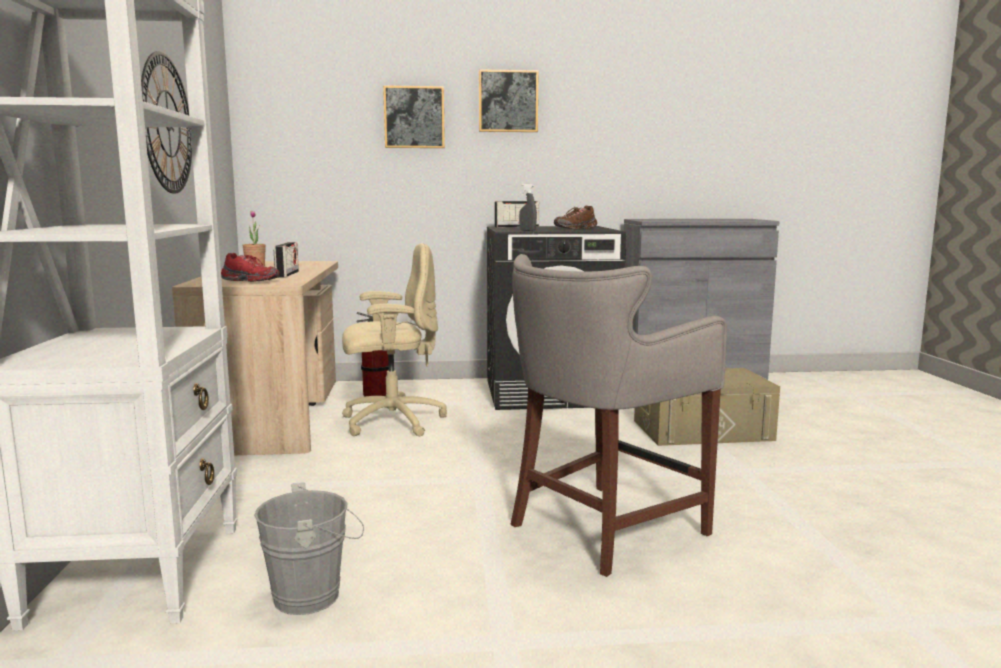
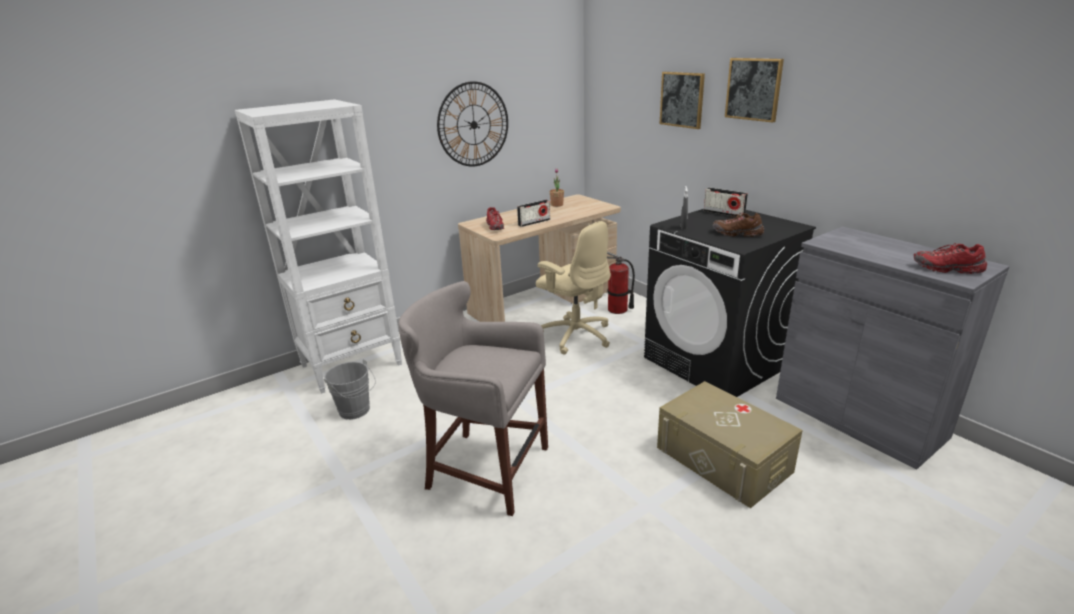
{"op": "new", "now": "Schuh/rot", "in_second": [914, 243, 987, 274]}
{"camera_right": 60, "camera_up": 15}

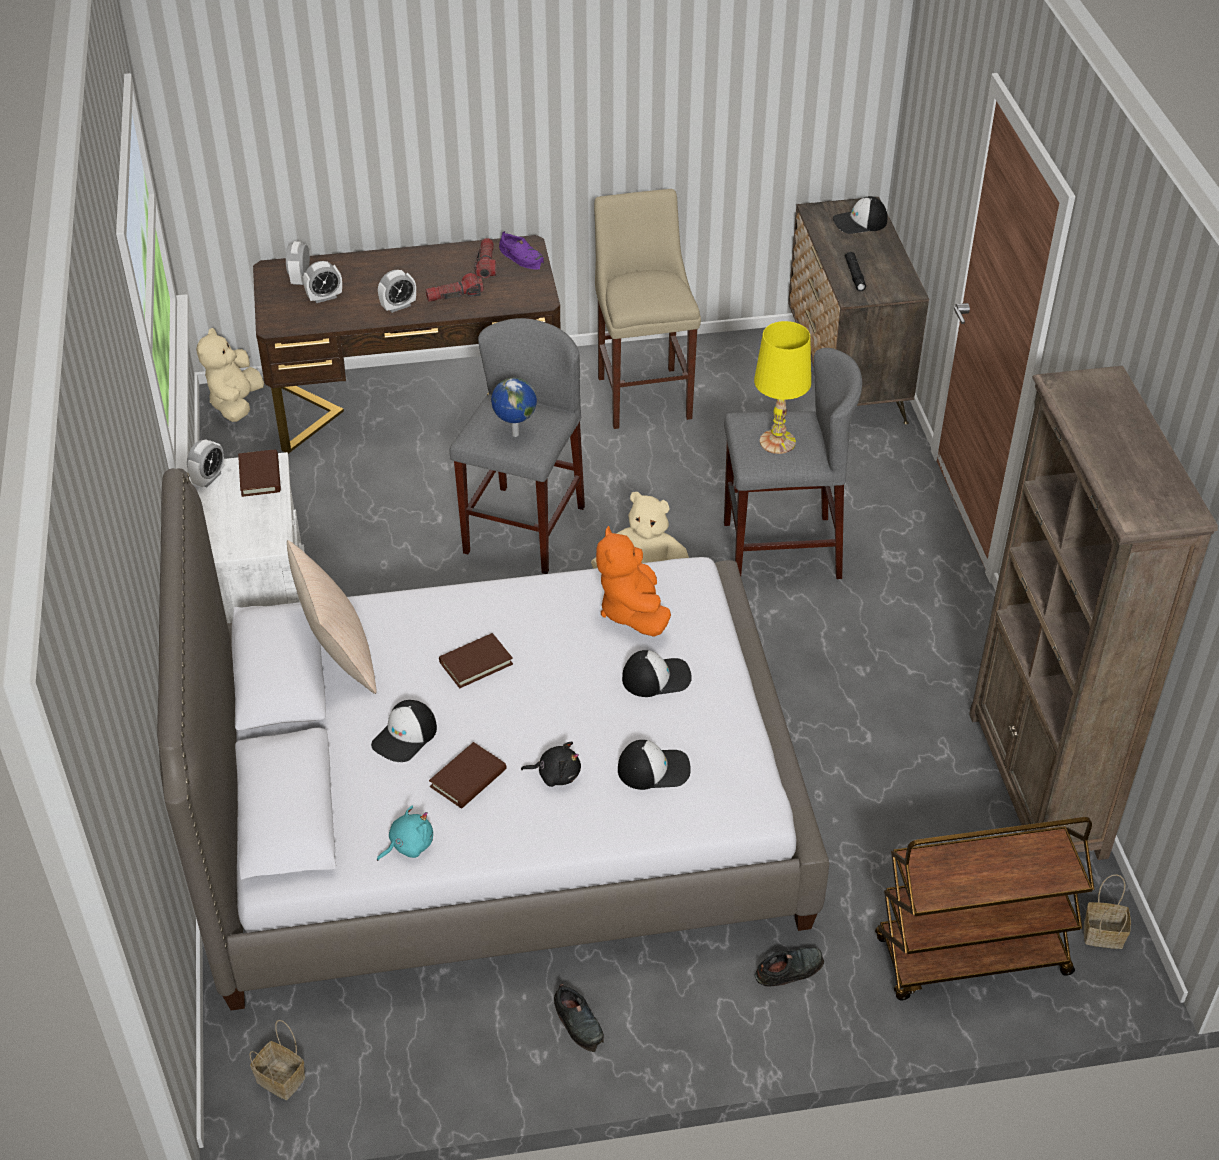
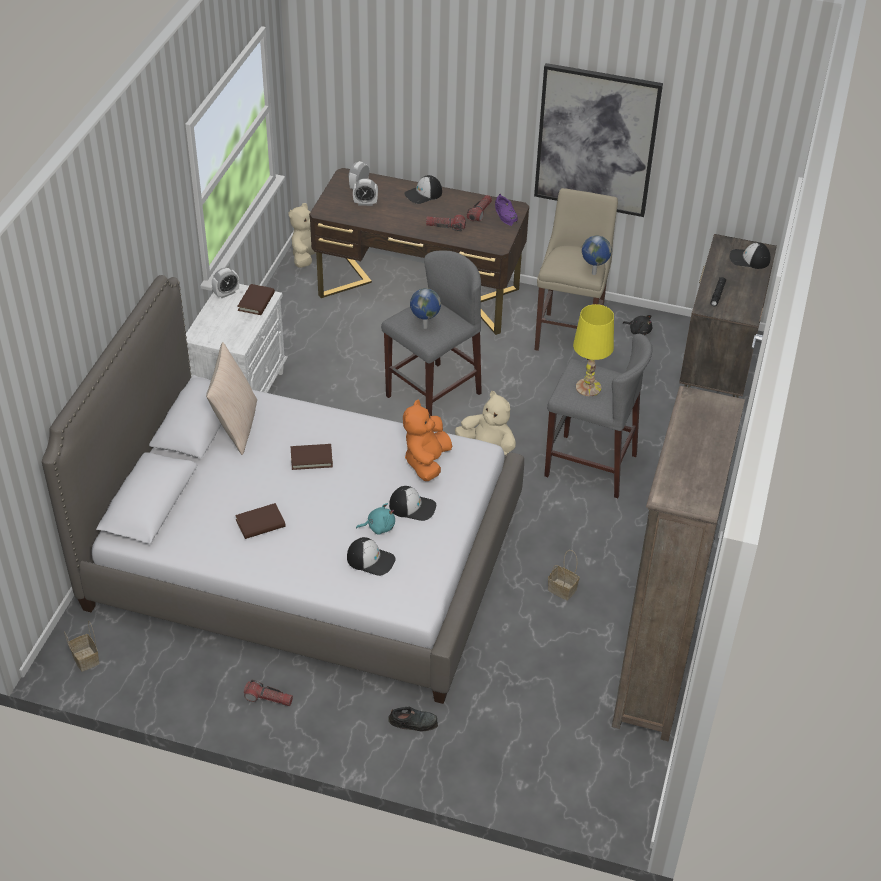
{"op": "gone", "was": "Wecker", "in_first": [378, 270, 416, 313]}
{"op": "shifted", "was": "Kappe", "in_first": [371, 700, 437, 762], "in_second": [404, 175, 442, 204]}
{"op": "shifted", "was": "Plüschtier/schwarz", "in_first": [521, 742, 581, 787], "in_second": [623, 315, 652, 335]}
{"op": "shifted", "was": "Plüschtier/türkis", "in_first": [377, 805, 433, 861], "in_second": [356, 503, 395, 535]}
{"op": "gone", "was": "Rollwagen/braun", "in_first": [875, 817, 1094, 1000]}
{"op": "shifted", "was": "Korb", "in_first": [1084, 874, 1131, 949], "in_second": [548, 550, 580, 600]}
{"op": "swapped", "was": "Schuh/schwarz", "now": "Taschenlampe", "in_first": [554, 984, 604, 1052], "in_second": [244, 679, 293, 706]}
{"op": "new", "now": "Bild", "in_second": [534, 63, 663, 217]}
{"op": "new", "now": "Globus", "in_second": [582, 235, 612, 275]}
{"camera_right": 25, "camera_up": 0}

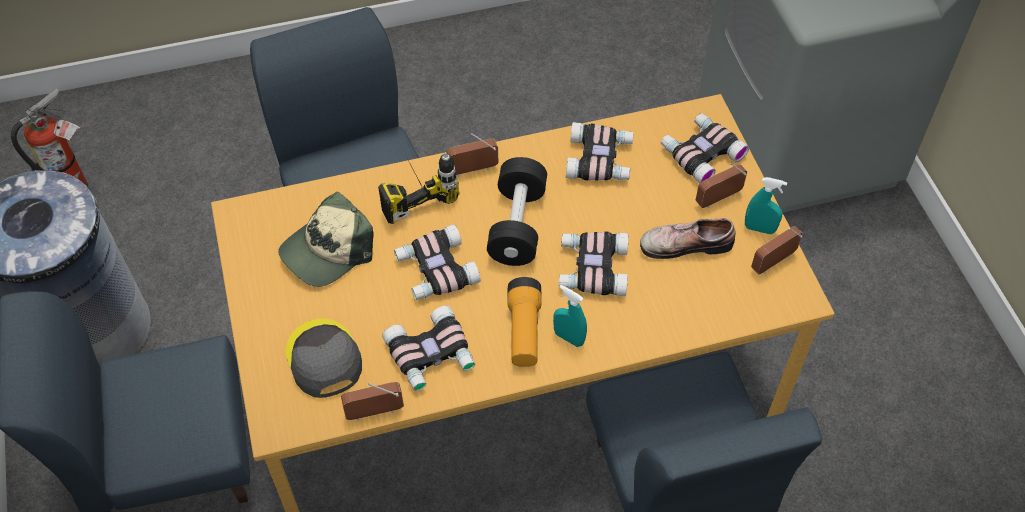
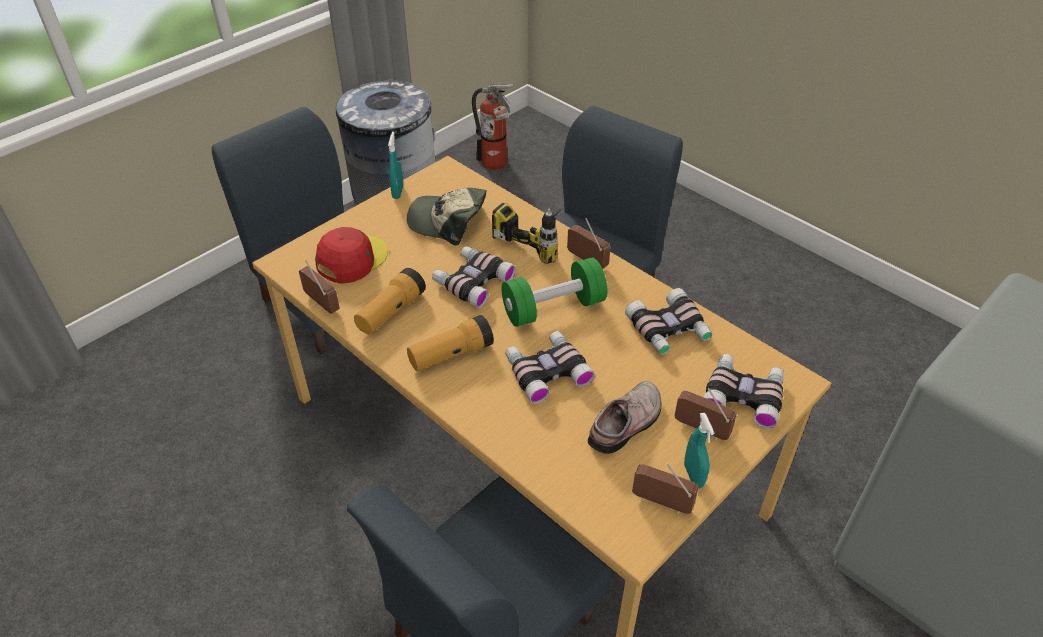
{"op": "repainted", "was": "Hantel/schwarz", "now": "Hantel/grün", "in_first": [487, 157, 547, 266], "in_second": [502, 258, 607, 327]}
{"op": "rotated", "was": "Schuh", "in_first": [640, 218, 736, 259], "in_second": [588, 381, 662, 454], "clockwise": 75}
{"op": "shifted", "was": "Sprühflasche/türkis", "in_first": [553, 285, 587, 347], "in_second": [388, 132, 403, 199]}
{"op": "swapped", "was": "Fernglas", "now": "Taschenlampe", "in_first": [382, 306, 475, 391], "in_second": [354, 268, 426, 335]}
{"op": "repainted", "was": "Kappe/grau", "now": "Kappe/rot", "in_first": [286, 319, 362, 398], "in_second": [315, 227, 388, 284]}
{"camera_right": 60, "camera_up": -10}

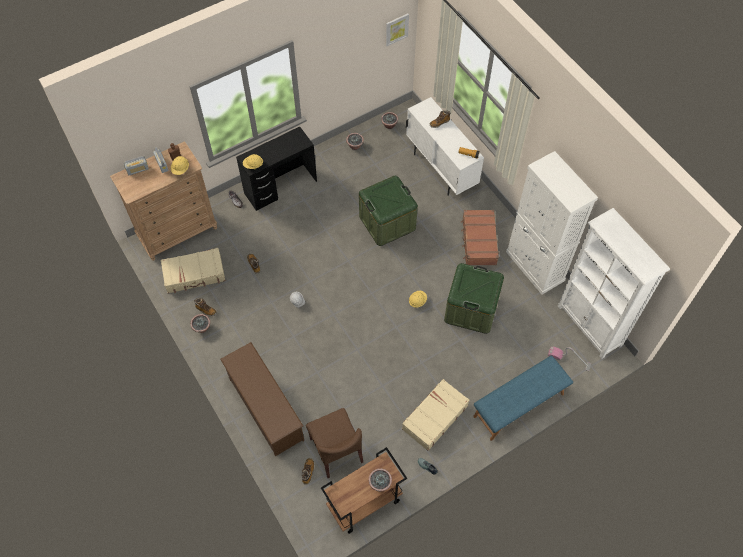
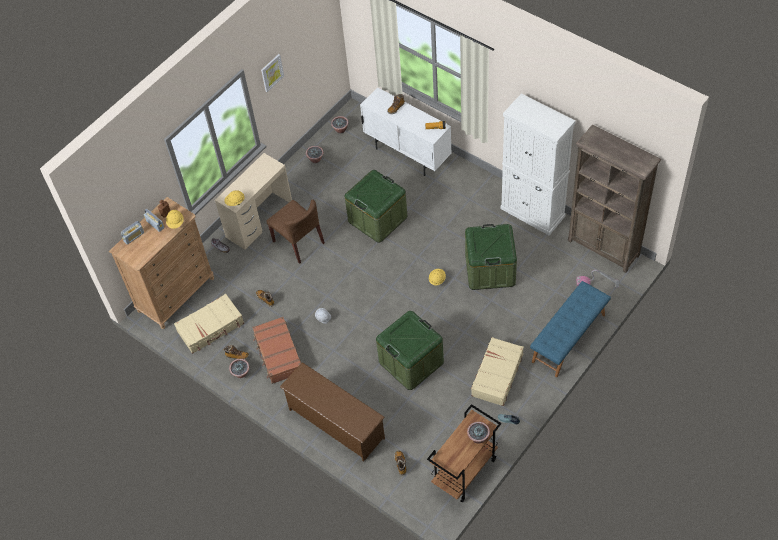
{"op": "shifted", "was": "Bild", "in_first": [386, 13, 409, 46], "in_second": [261, 54, 284, 92]}
{"op": "repainted", "was": "Schreibtisch/schwarz", "now": "Schreibtisch/beige", "in_first": [236, 127, 317, 211], "in_second": [215, 153, 292, 250]}
{"op": "repainted", "was": "Bücherregal/weiß", "now": "Bücherregal/braun", "in_first": [558, 208, 670, 359], "in_second": [568, 125, 661, 273]}
{"op": "shifted", "was": "Koffer/braun", "in_first": [461, 210, 499, 265], "in_second": [252, 317, 301, 384]}
{"op": "shifted", "was": "Stuhl/braun", "in_first": [306, 408, 363, 478], "in_second": [266, 199, 325, 264]}
{"op": "new", "now": "Aufbewahrungsbox/grün", "in_second": [376, 311, 444, 390]}
{"camera_right": -15, "camera_up": -5}

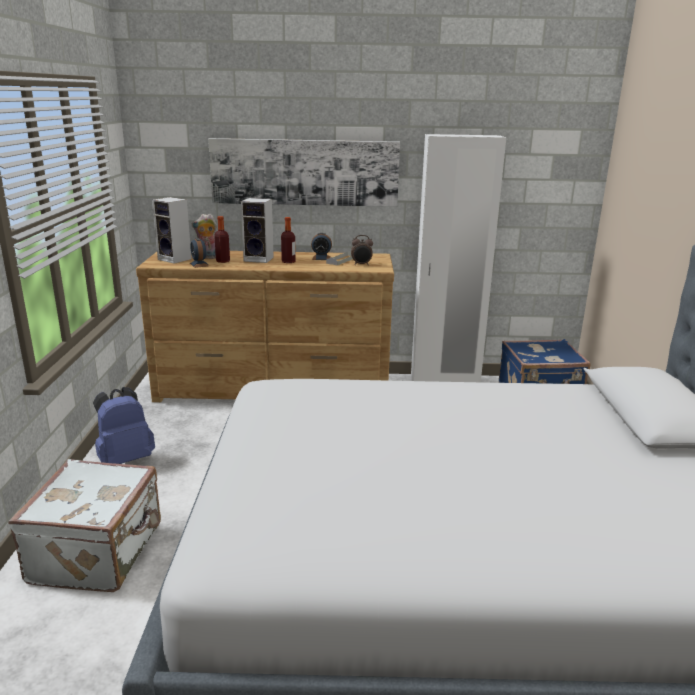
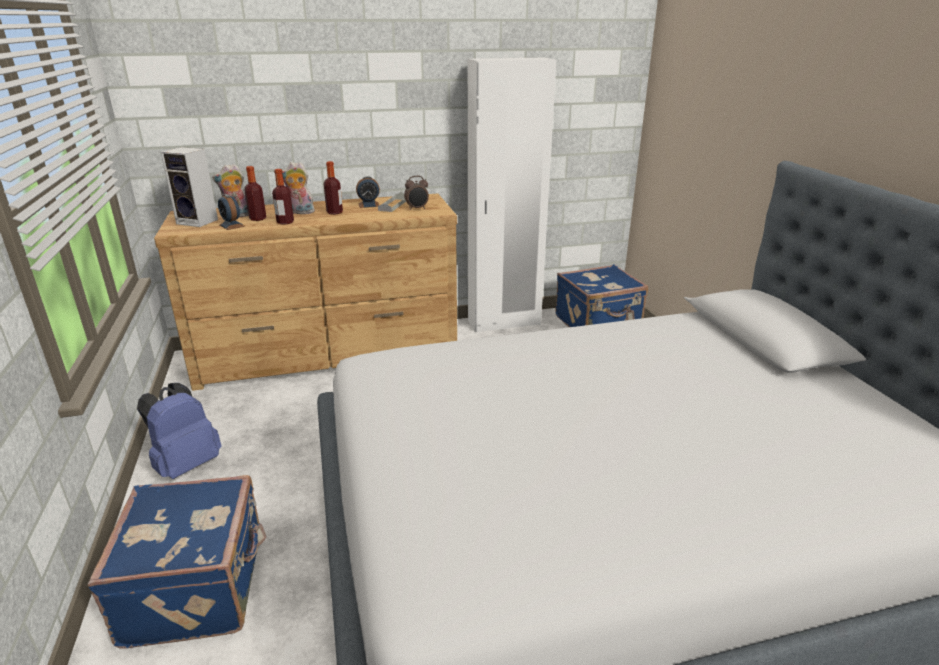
{"op": "gone", "was": "Bild", "in_first": [208, 138, 400, 207]}
{"op": "swapped", "was": "Lautsprecher", "now": "Plüschtier", "in_first": [241, 198, 274, 263], "in_second": [282, 162, 315, 214]}
{"op": "repainted", "was": "Koffer/weiß", "now": "Koffer/blau", "in_first": [8, 459, 161, 592], "in_second": [87, 475, 266, 649]}
{"op": "new", "now": "Flasche", "in_second": [272, 169, 294, 224]}
{"camera_right": -15, "camera_up": 5}

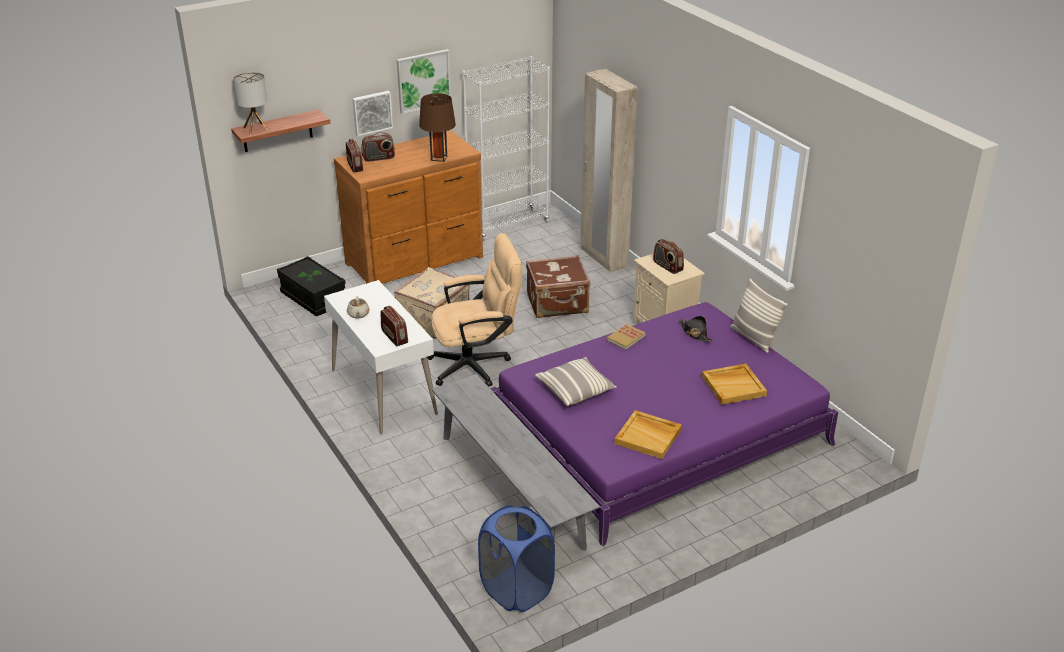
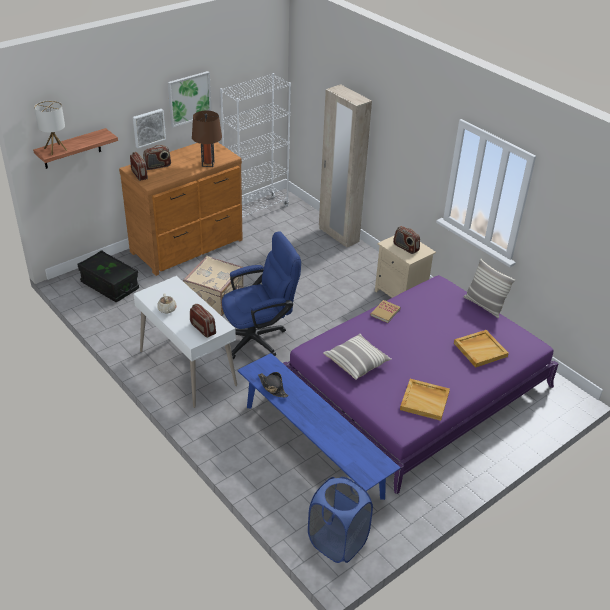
{"op": "repainted", "was": "Bürostuhl/beige", "now": "Bürostuhl/blau", "in_first": [428, 233, 522, 387], "in_second": [222, 232, 301, 359]}
{"op": "gone", "was": "Koffer/braun", "in_first": [526, 255, 590, 318]}
{"op": "shifted", "was": "Hut/schwarz", "in_first": [679, 316, 713, 341], "in_second": [258, 372, 289, 397]}
{"op": "repainted", "was": "Bank/grau", "now": "Bank/blau", "in_first": [432, 374, 600, 551], "in_second": [238, 353, 400, 500]}
{"camera_right": -10, "camera_up": 5}

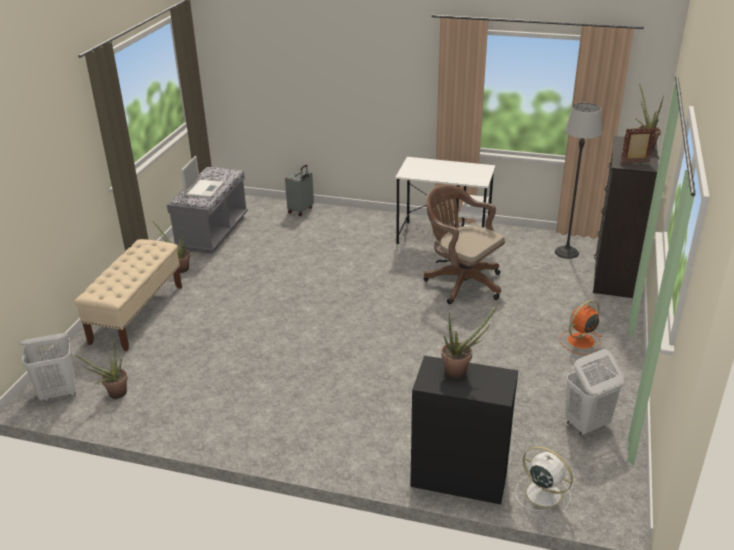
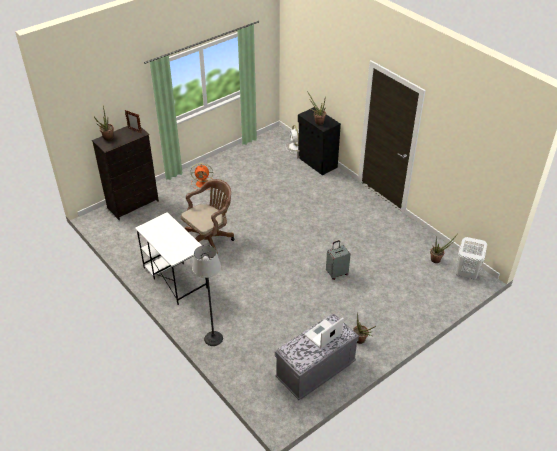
{"op": "shifted", "was": "Stehlampe", "in_first": [555, 103, 602, 259], "in_second": [192, 245, 223, 346]}
{"op": "shifted", "was": "Koffer/grau", "in_first": [285, 165, 314, 216], "in_second": [326, 240, 350, 280]}
{"op": "rotated", "was": "Bürostuhl/braun", "in_first": [424, 185, 505, 304], "in_second": [181, 179, 235, 254], "clockwise": -120}
{"op": "gone", "was": "Bank/beige", "in_first": [74, 239, 182, 351]}
{"op": "gone", "was": "Wäschekorb/weiß", "in_first": [566, 349, 624, 436]}
{"camera_right": -145, "camera_up": 10}

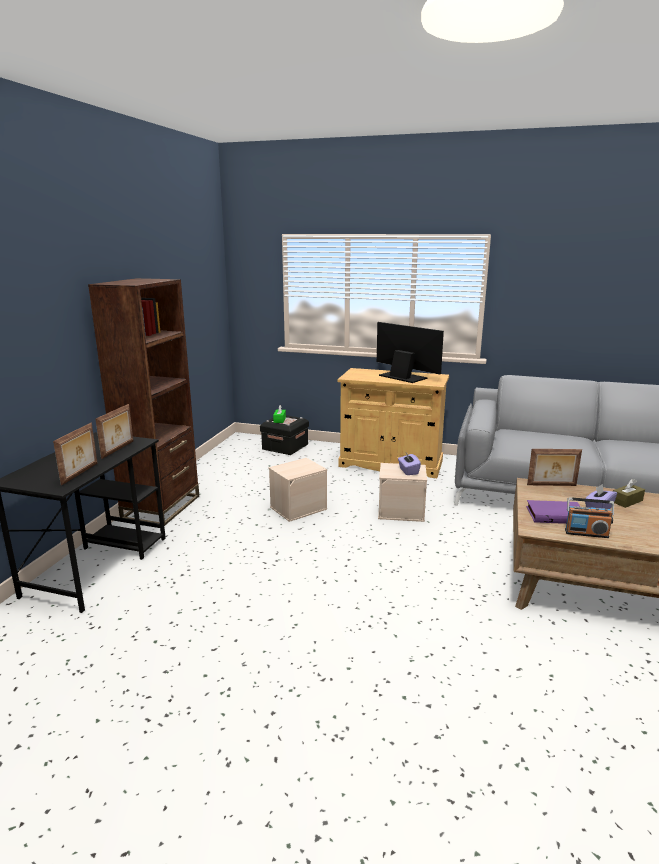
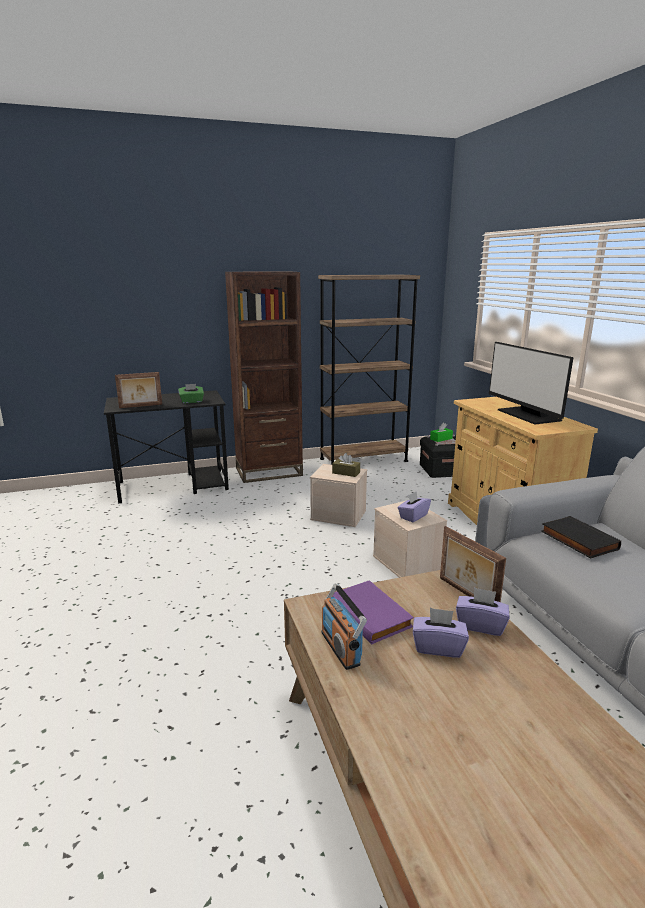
{"op": "rotated", "was": "Monitor", "in_first": [377, 322, 444, 383], "in_second": [489, 342, 574, 424], "clockwise": 150}
{"op": "swapped", "was": "Bilderrahmen", "now": "Taschentuchbox/grün", "in_first": [96, 404, 133, 459], "in_second": [178, 384, 204, 403]}
{"op": "shifted", "was": "Taschentuchbox/braun", "in_first": [613, 479, 645, 508], "in_second": [332, 453, 360, 477]}
{"op": "new", "now": "Bücherregal/braun", "in_second": [318, 275, 420, 465]}
{"op": "new", "now": "Buch/schwarz", "in_second": [541, 516, 621, 559]}
{"op": "new", "now": "Taschentuchbox/lila", "in_second": [456, 587, 510, 636]}
{"camera_right": 55, "camera_up": 0}

